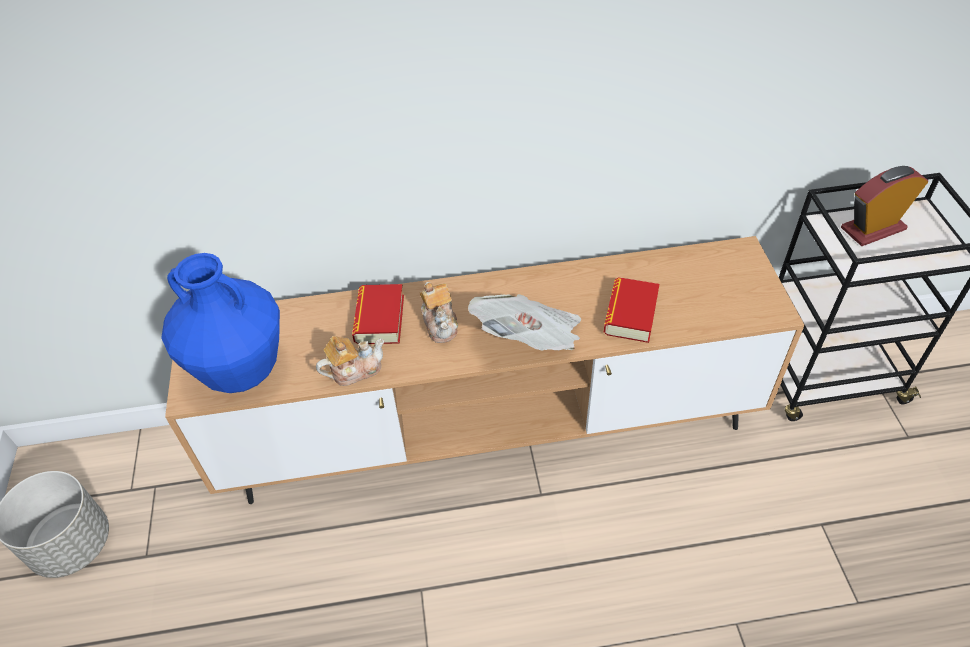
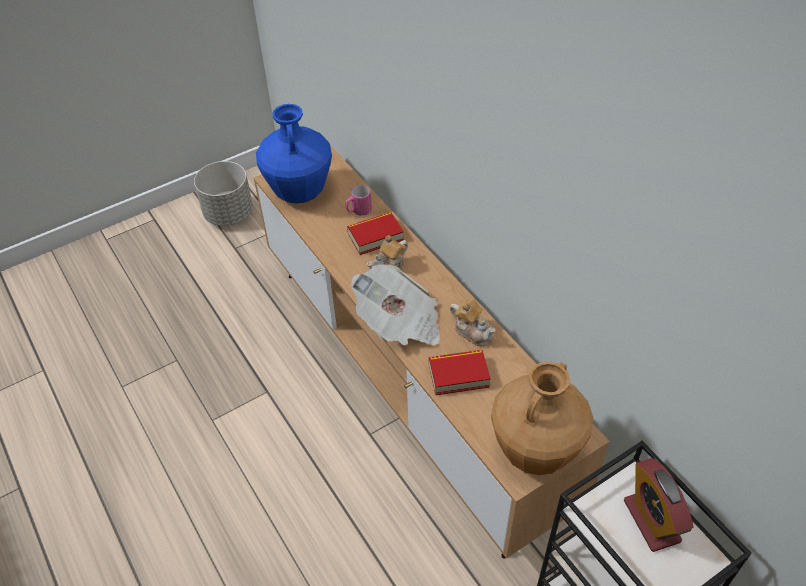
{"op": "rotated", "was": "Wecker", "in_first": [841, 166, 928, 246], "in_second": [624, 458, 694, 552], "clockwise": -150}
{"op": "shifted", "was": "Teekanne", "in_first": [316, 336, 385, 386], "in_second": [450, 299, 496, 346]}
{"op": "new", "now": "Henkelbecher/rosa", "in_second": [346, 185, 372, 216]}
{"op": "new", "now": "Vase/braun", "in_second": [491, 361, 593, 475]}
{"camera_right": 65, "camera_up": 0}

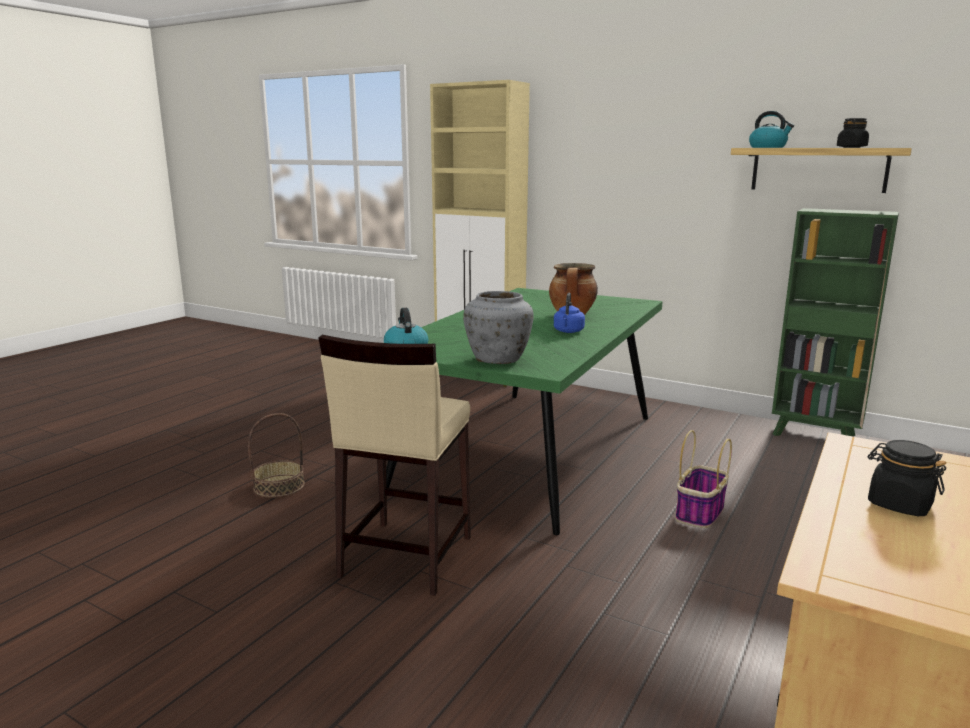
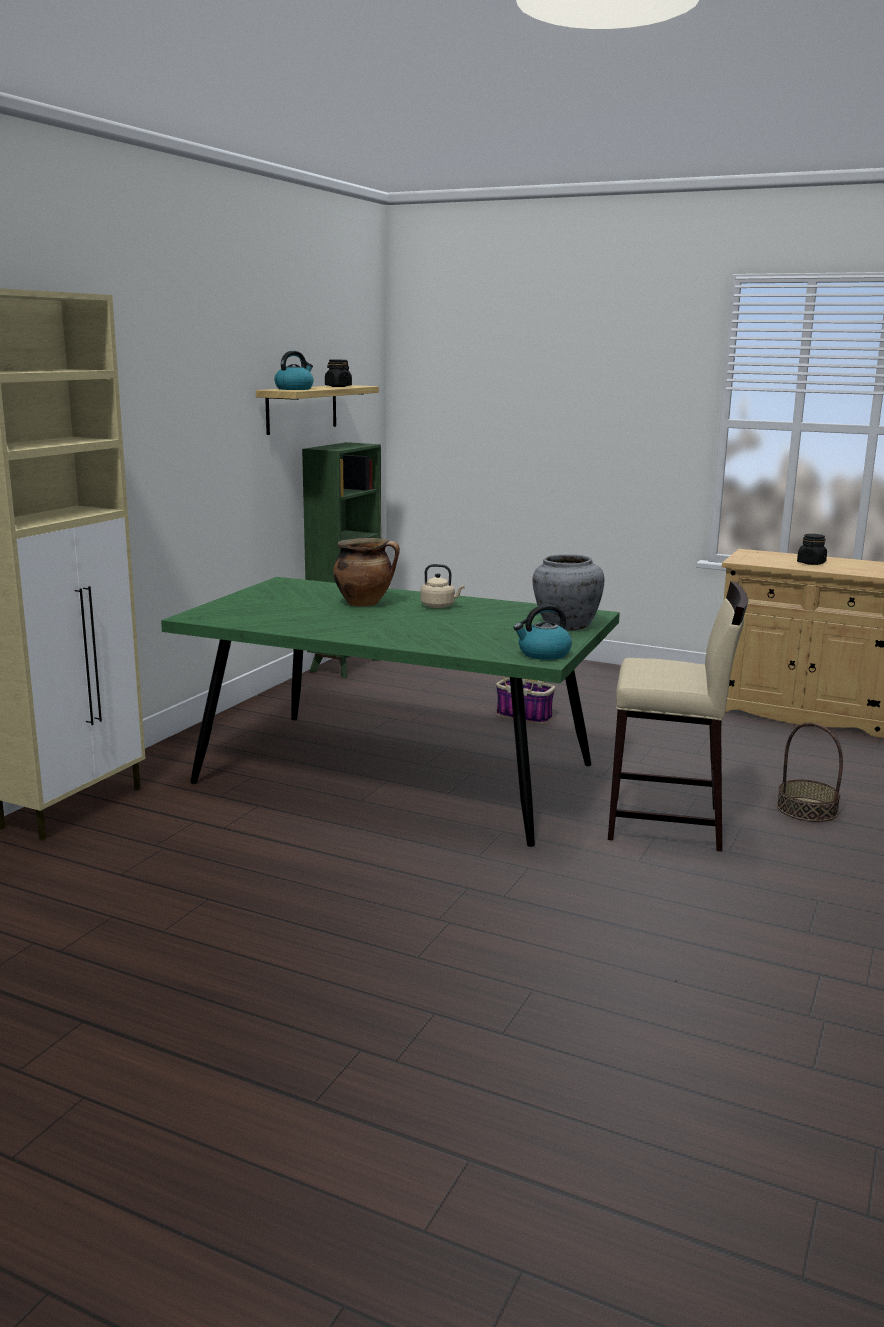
{"op": "repainted", "was": "Wasserkessel/blau", "now": "Wasserkessel/beige", "in_first": [554, 293, 585, 333], "in_second": [421, 564, 465, 608]}
{"op": "shifted", "was": "Korb", "in_first": [248, 413, 305, 498], "in_second": [777, 722, 843, 822]}
{"camera_right": -95, "camera_up": 0}

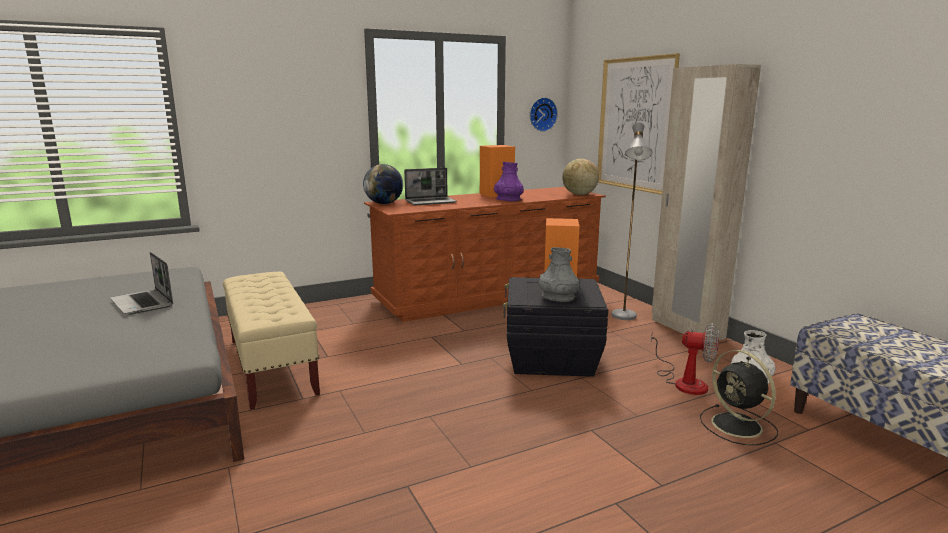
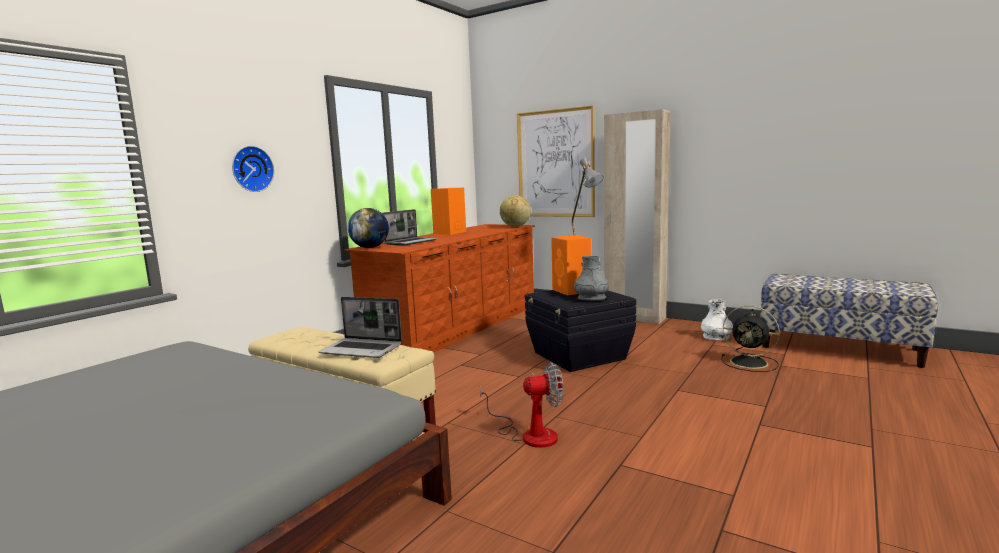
{"op": "shifted", "was": "Wanduhr", "in_first": [530, 97, 558, 132], "in_second": [232, 146, 274, 192]}
{"op": "gone", "was": "Vase/lila", "in_first": [494, 162, 524, 201]}
{"op": "shifted", "was": "Laptop", "in_first": [110, 252, 173, 315], "in_second": [319, 297, 402, 358]}
{"op": "shifted", "was": "Ventilator", "in_first": [651, 323, 719, 395], "in_second": [480, 362, 564, 448]}
{"camera_right": -30, "camera_up": -5}

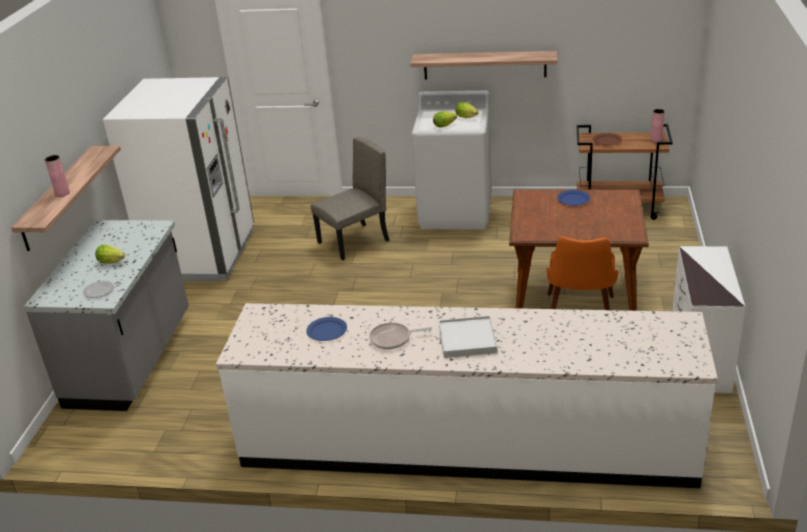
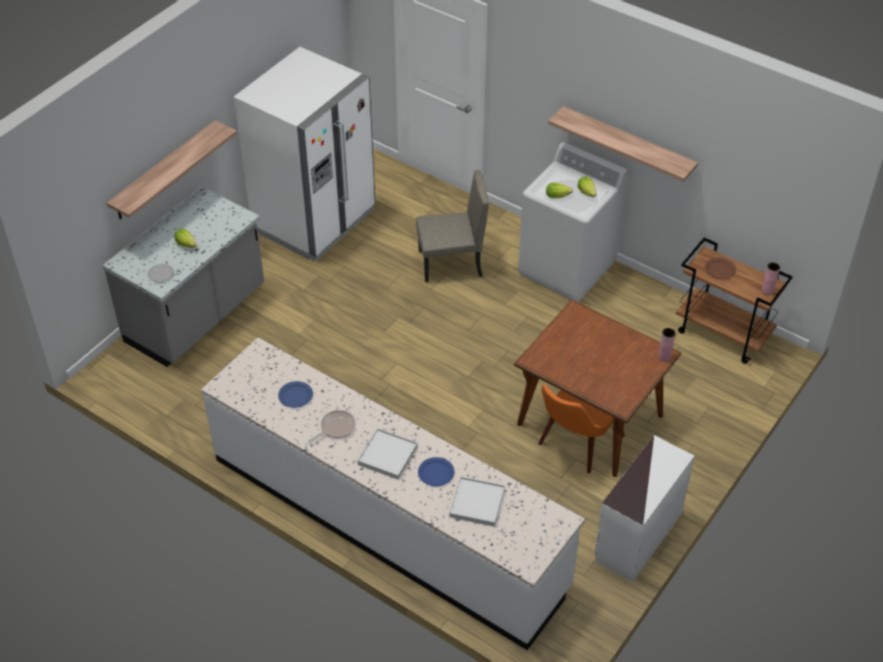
{"op": "shifted", "was": "Vase/rosa", "in_first": [45, 155, 70, 197], "in_second": [658, 328, 676, 362]}
{"op": "shifted", "was": "Teller/blau", "in_first": [557, 190, 590, 206], "in_second": [418, 457, 454, 486]}
{"op": "rotated", "was": "Pfanne", "in_first": [369, 323, 432, 349], "in_second": [308, 410, 355, 443], "clockwise": 120}
{"op": "new", "now": "Tablett/weiß", "in_second": [449, 477, 505, 527]}
{"camera_right": 25, "camera_up": 15}

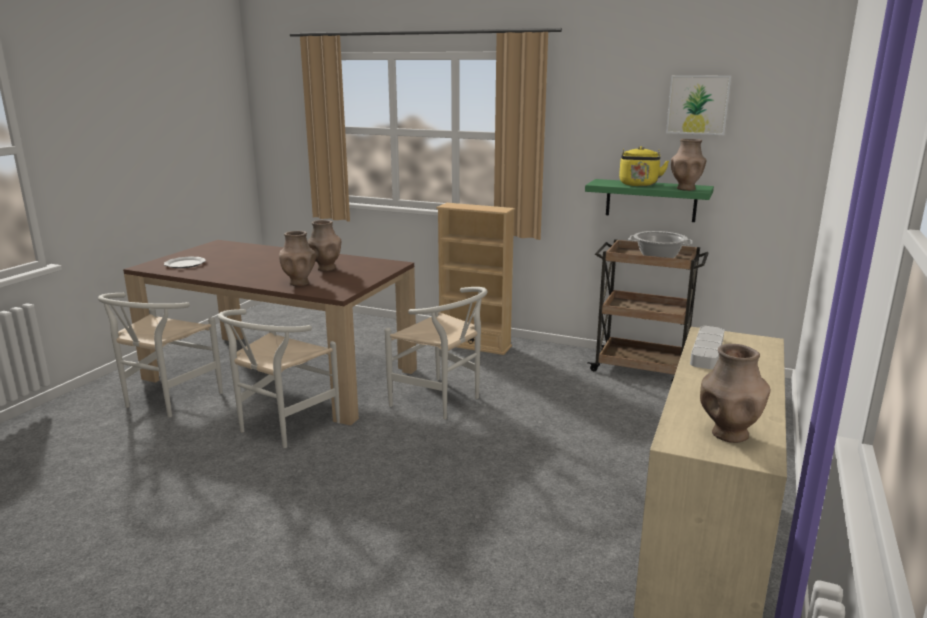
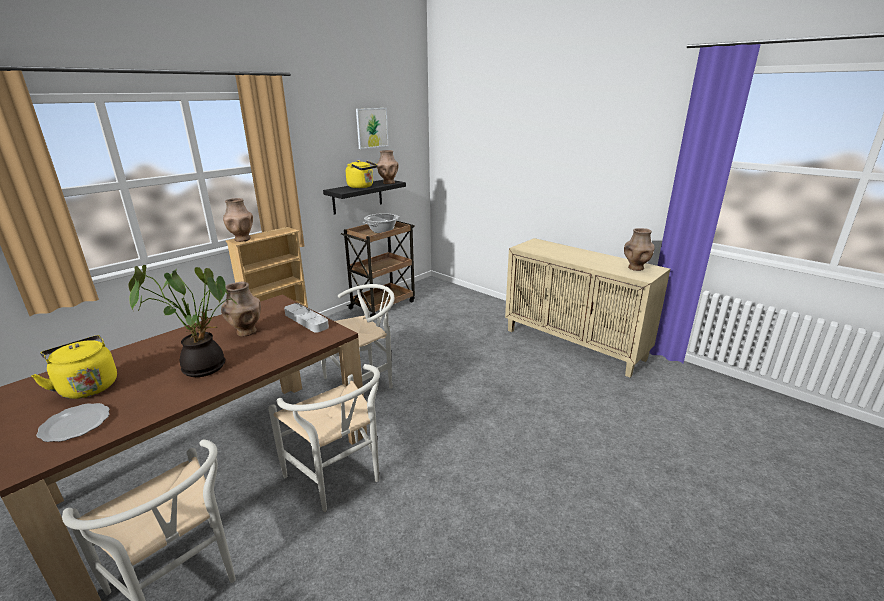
{"op": "repainted", "was": "Wandregal/grün", "now": "Wandregal/schwarz", "in_first": [585, 179, 714, 222], "in_second": [323, 180, 406, 215]}
{"op": "shifted", "was": "Vase/braun", "in_first": [279, 231, 316, 286], "in_second": [223, 198, 253, 242]}
{"op": "shifted", "was": "Tablett/grau", "in_first": [690, 326, 725, 369], "in_second": [284, 303, 329, 333]}
{"op": "new", "now": "Topfpflanze", "in_second": [128, 265, 238, 377]}
{"op": "new", "now": "Wasserkessel/gelb", "in_second": [31, 335, 117, 399]}
{"camera_right": -70, "camera_up": 5}

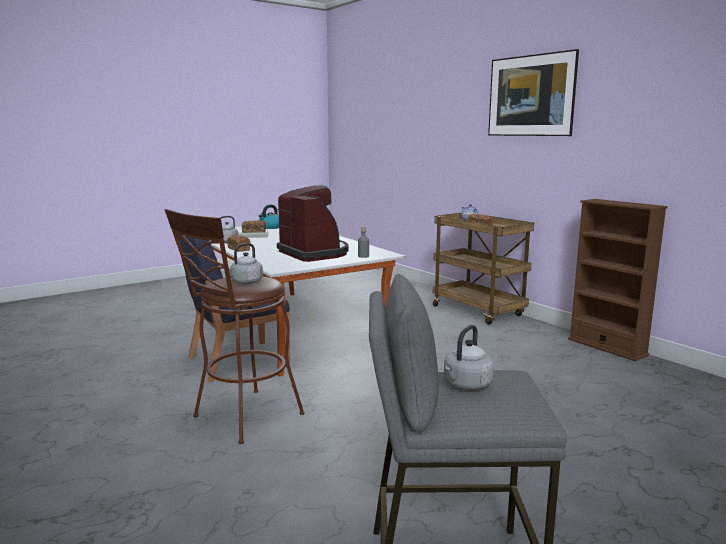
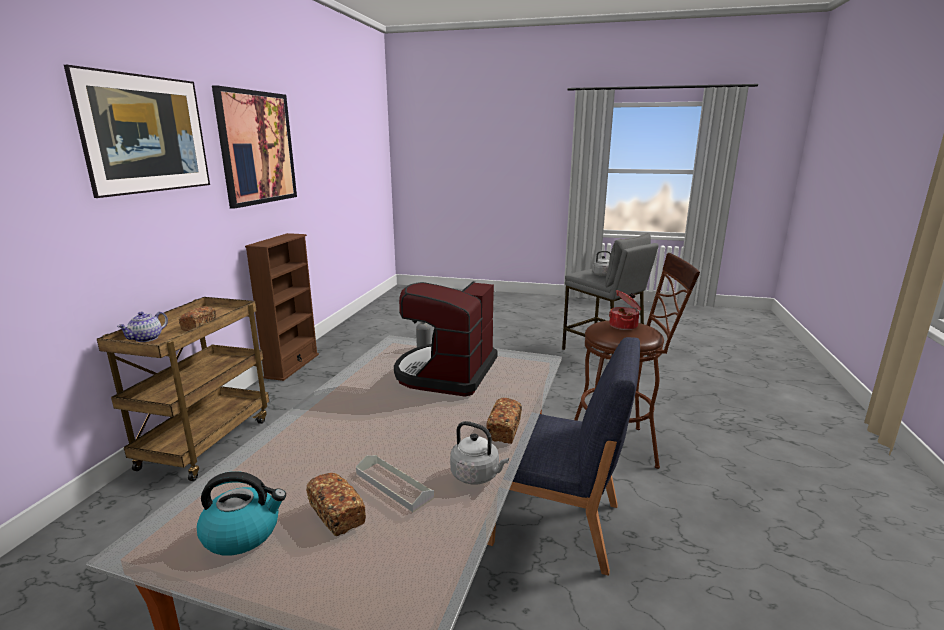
{"op": "swapped", "was": "Wasserkessel/grau", "now": "Kochtopf", "in_first": [229, 243, 263, 284], "in_second": [609, 290, 641, 330]}
{"op": "new", "now": "Bild", "in_second": [212, 85, 297, 209]}
{"camera_right": -130, "camera_up": 5}

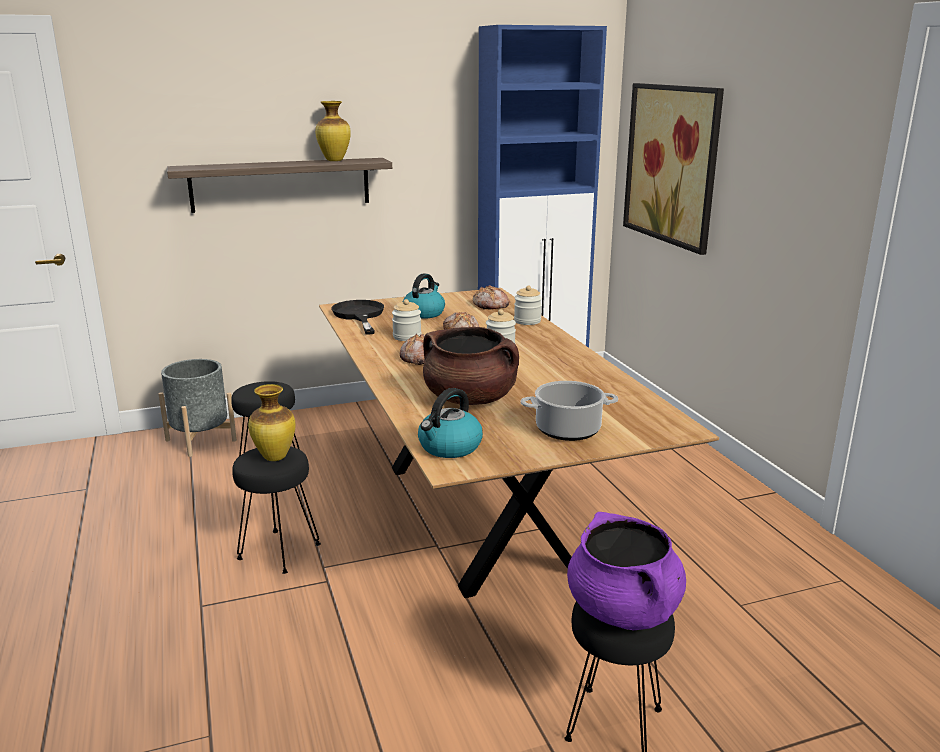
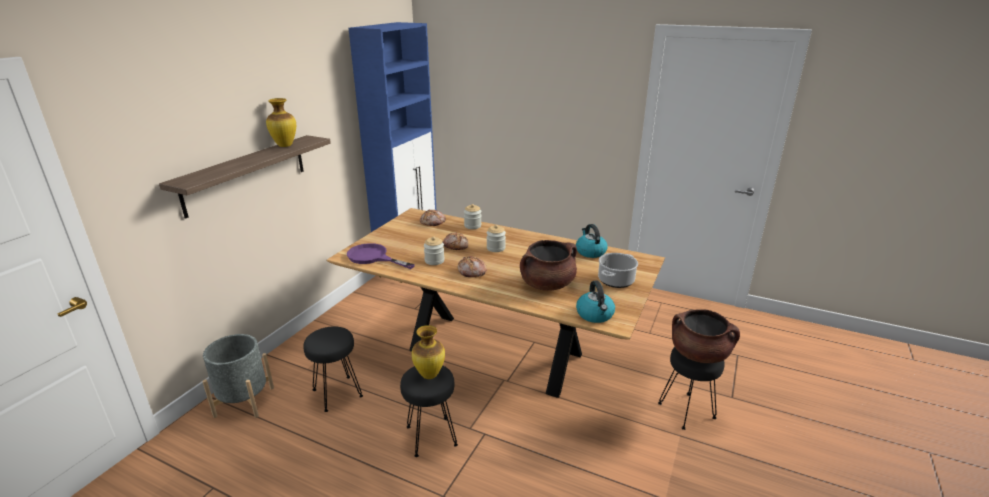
{"op": "gone", "was": "Bild", "in_first": [623, 83, 724, 255]}
{"op": "shifted", "was": "Wasserkessel", "in_first": [403, 273, 445, 319], "in_second": [576, 224, 608, 258]}
{"op": "repainted", "was": "Pfanne/schwarz", "now": "Pfanne/lila", "in_first": [331, 300, 384, 335], "in_second": [347, 243, 415, 269]}
{"op": "repainted", "was": "Kochtopf/lila", "now": "Kochtopf/braun", "in_first": [567, 512, 686, 630], "in_second": [672, 309, 740, 363]}
{"camera_right": -45, "camera_up": 5}

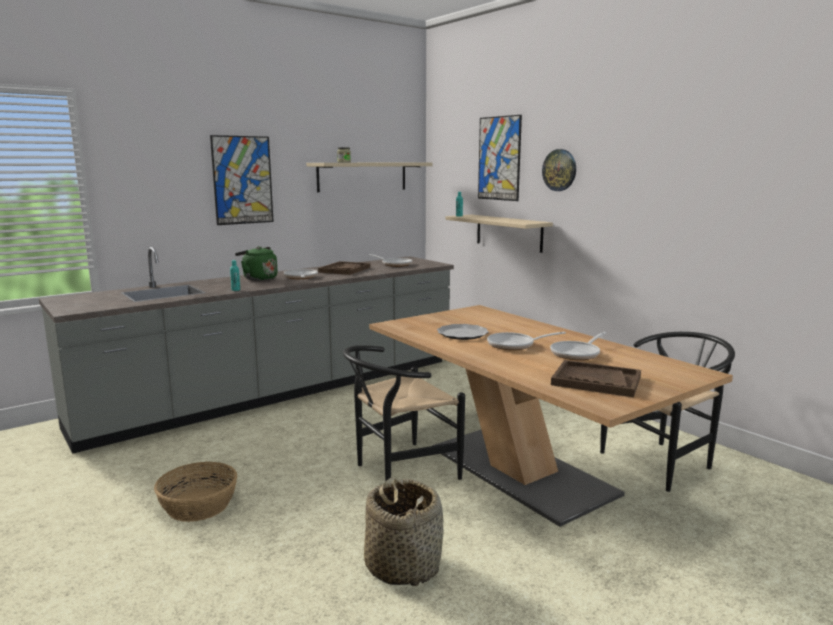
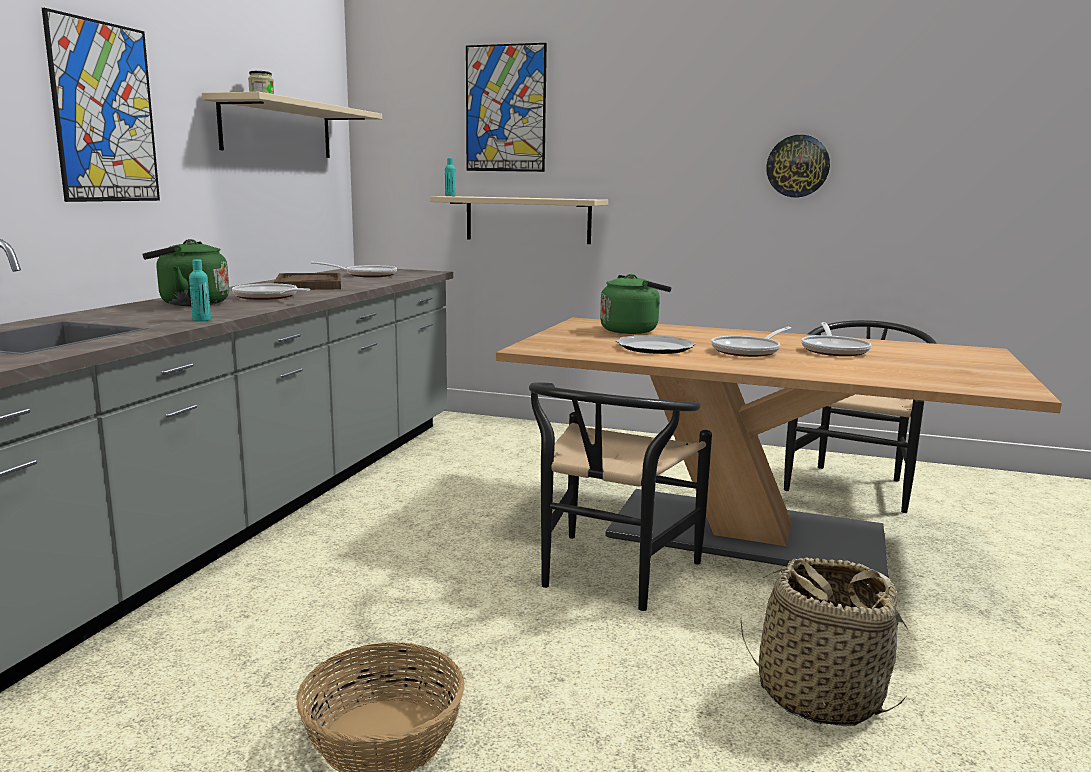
{"op": "shifted", "was": "Wanduhr", "in_first": [542, 149, 576, 191], "in_second": [766, 135, 830, 197]}
{"op": "gone", "was": "Tablett/braun", "in_first": [551, 360, 641, 397]}
{"op": "new", "now": "Wasserkessel/grün", "in_second": [600, 274, 672, 334]}
{"camera_right": -35, "camera_up": 0}

